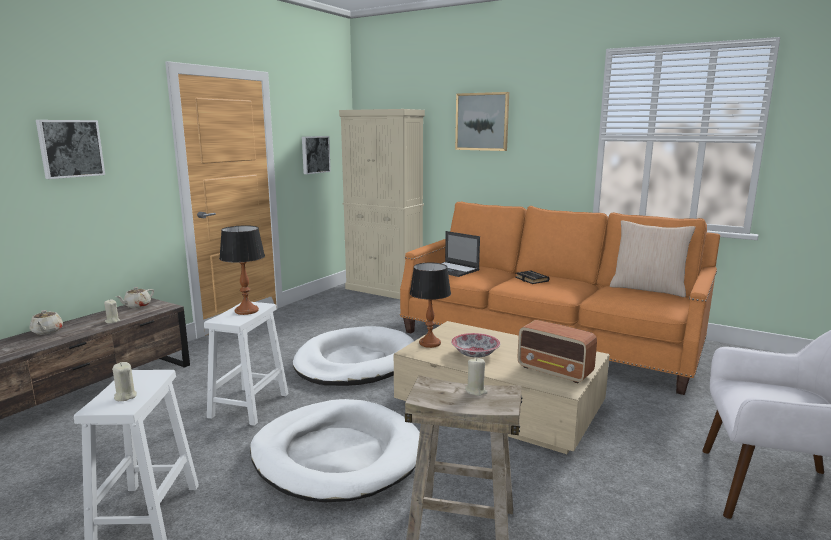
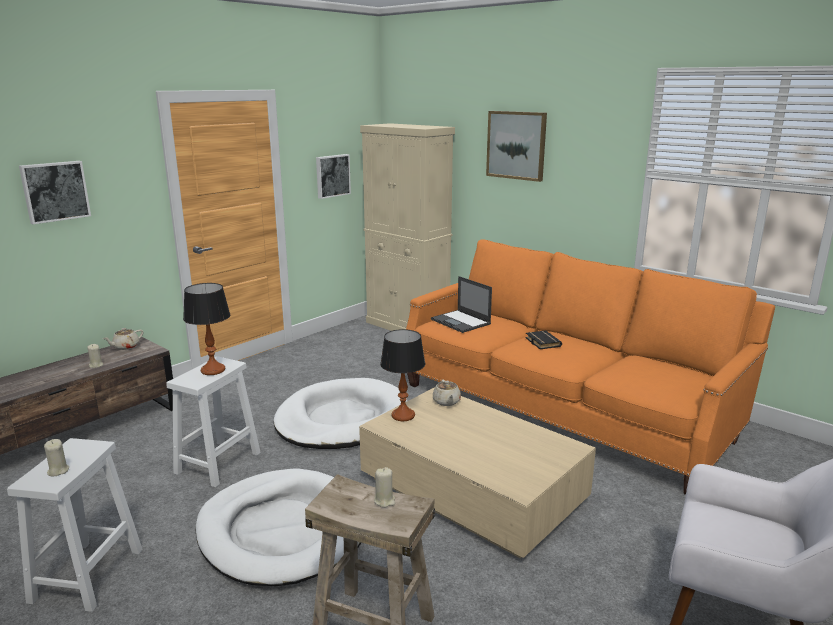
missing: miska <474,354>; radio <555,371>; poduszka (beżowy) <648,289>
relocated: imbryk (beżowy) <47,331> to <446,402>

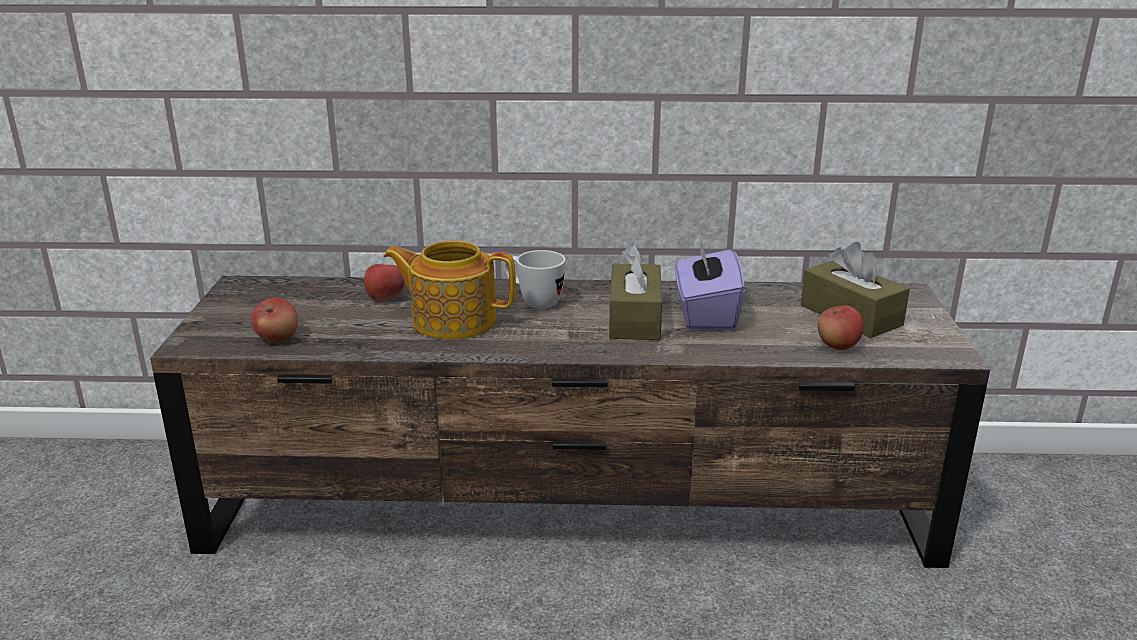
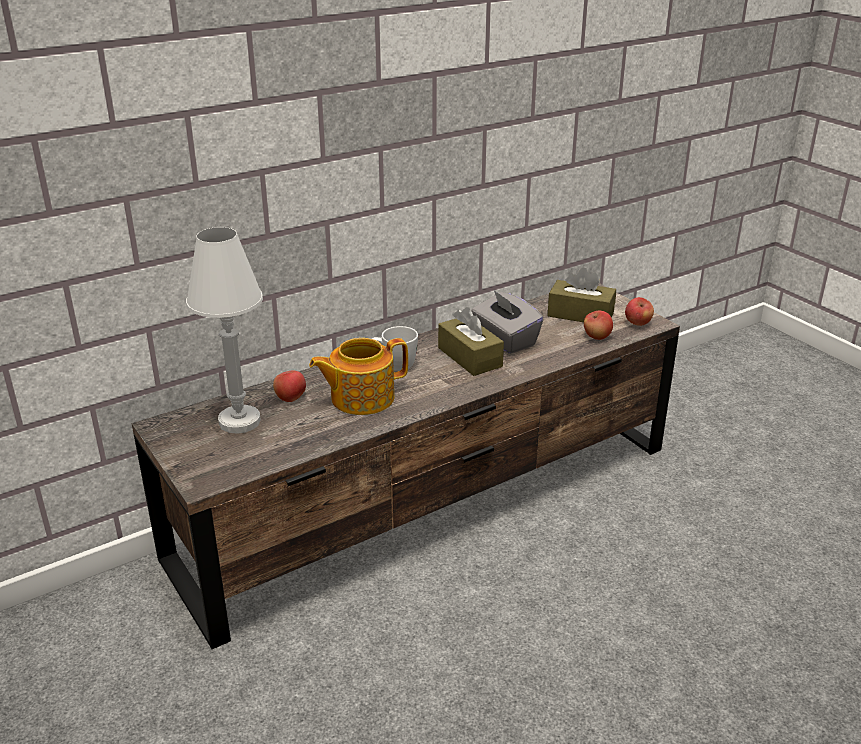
appeared: lampa stołowa (biały) <239,421>
relocated: jabłko <278,339> to <637,323>
colour: pudełko chusteczek (fioletowy) <705,314> to pudełko chusteczek (szary) <505,340>

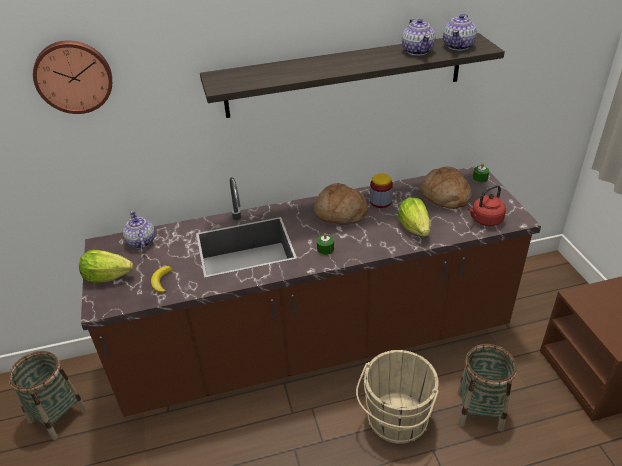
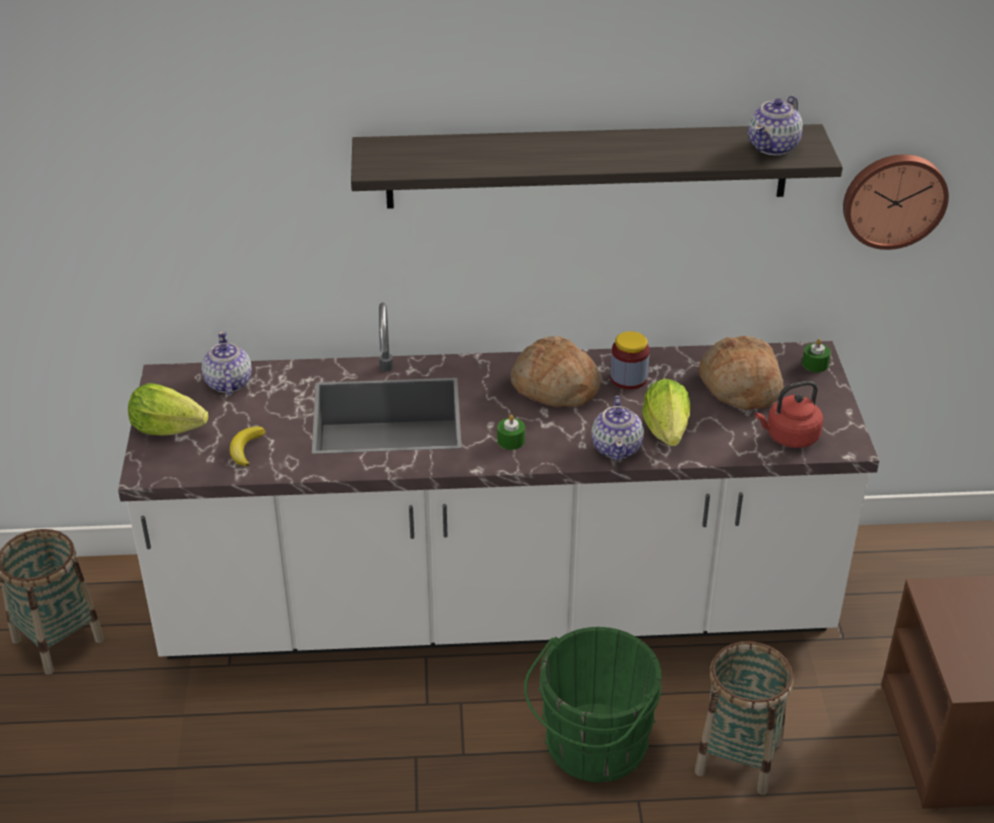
relocated: zegar ścienny <73,76> to <893,199>; imbryk <417,51> to <617,447>
colour: zabudowa kuchenna (brązowy) <316,345> to zabudowa kuchenna (biały) <497,607>; wiadro (beżowy) <395,421> to wiadro (zielony) <591,747>

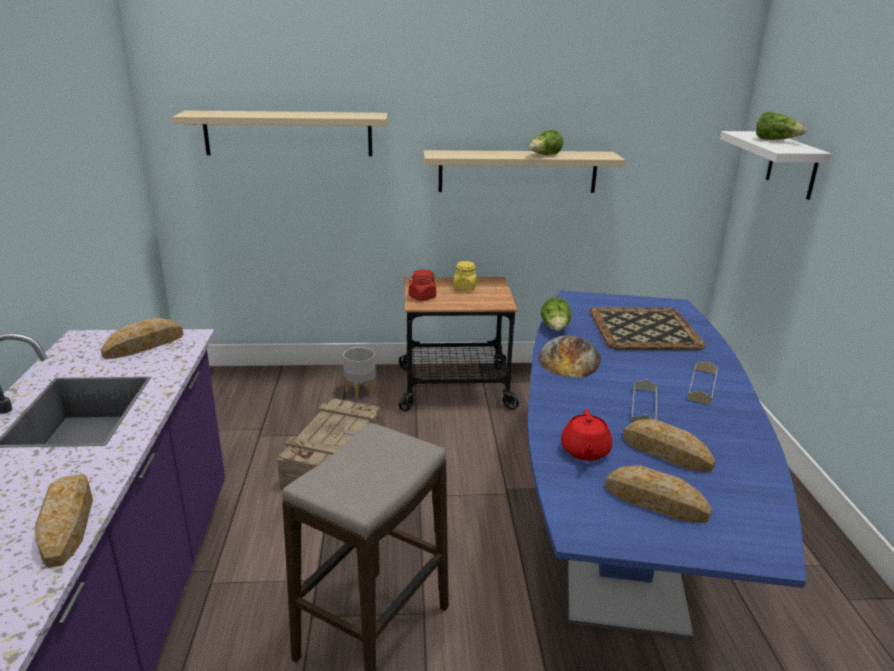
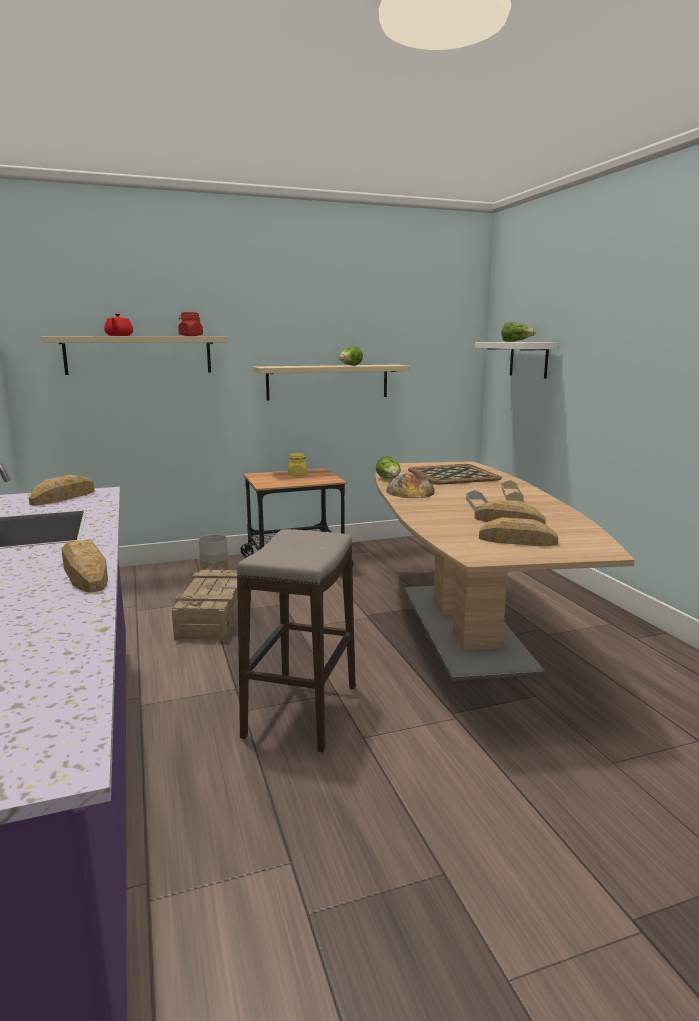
relocated: słoik (czerwony) <422,297> to <190,336>; imbryk (czerwony) <584,451> to <119,336>
colour: stół jadalny (niebieski) <619,532> to stół jadalny (brązowy) <464,627>

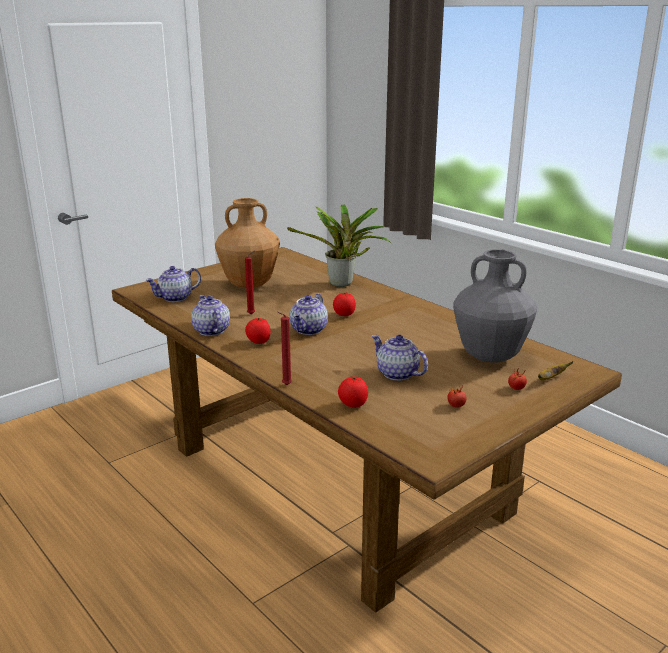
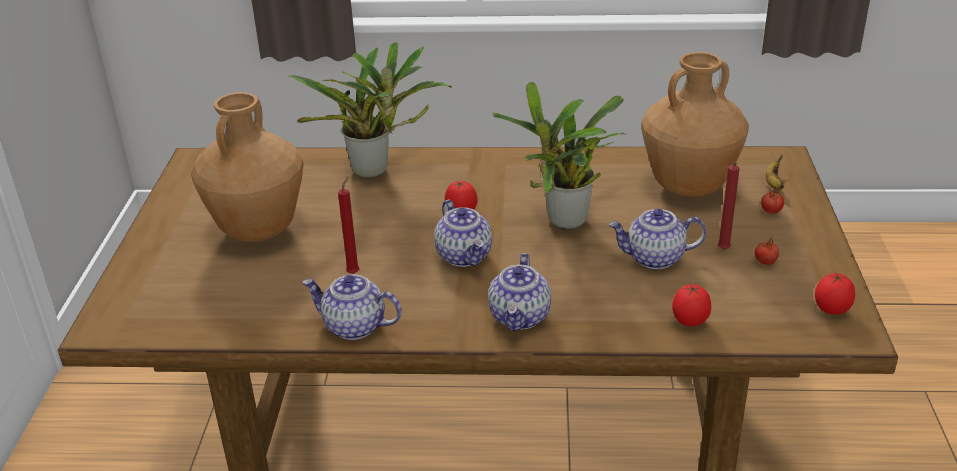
appeared: roślina doniczkowa <563,223>
relocated: imbryk <175,298> to <520,317>; pomidor <258,342> to <831,310>; świeca (czerwony) <285,385> to <723,251>
colour: wazon (szary) <490,357> to wazon (brązowy) <689,187>

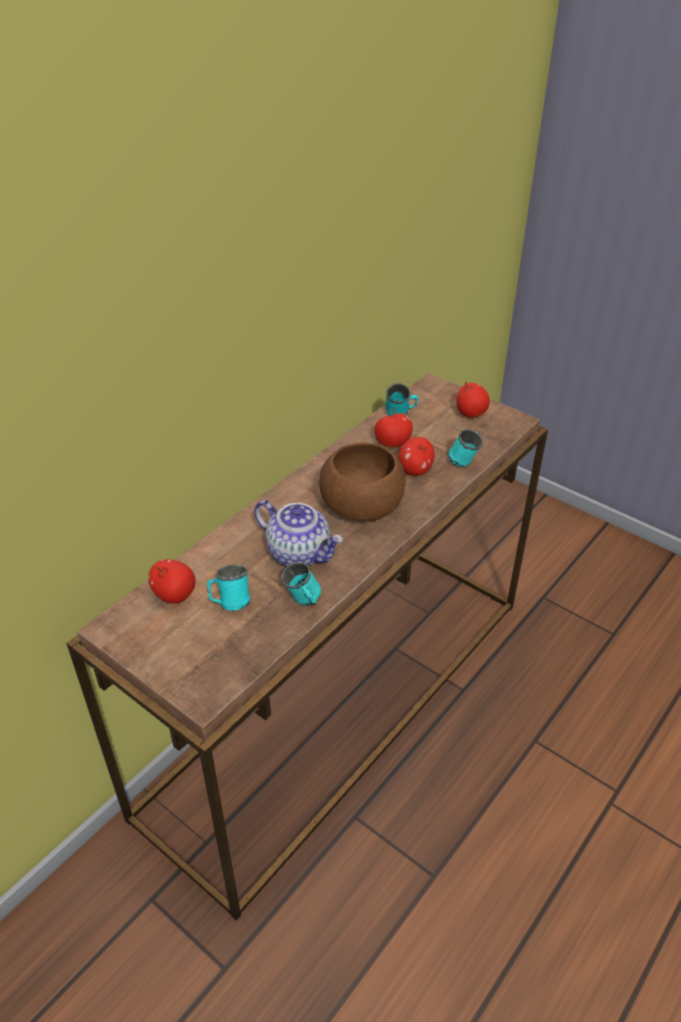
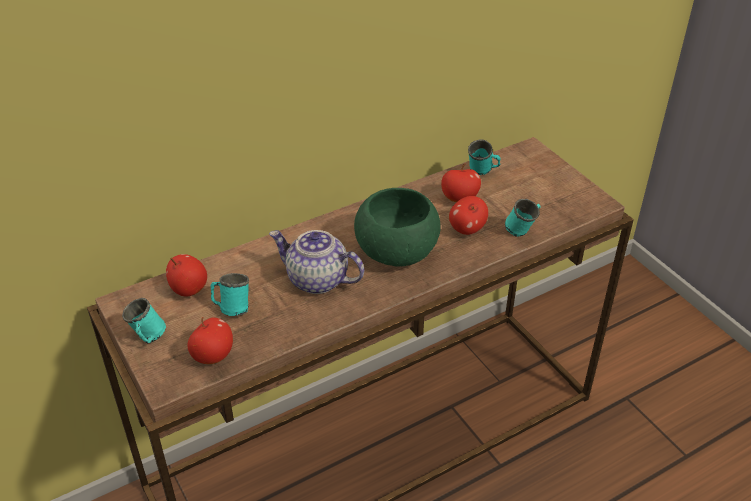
relocated: kubek (turkusowy) <304,602> to <147,339>; jabłko <471,414> to <213,355>
colour: miska (brązowy) <362,507> to miska (zielony) <397,252>
spun: imbryk <300,553> = <316,280> 150 degrees clockwise

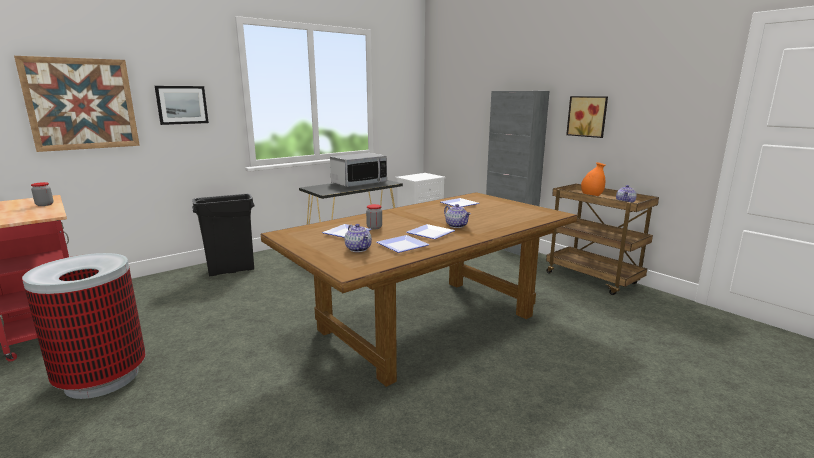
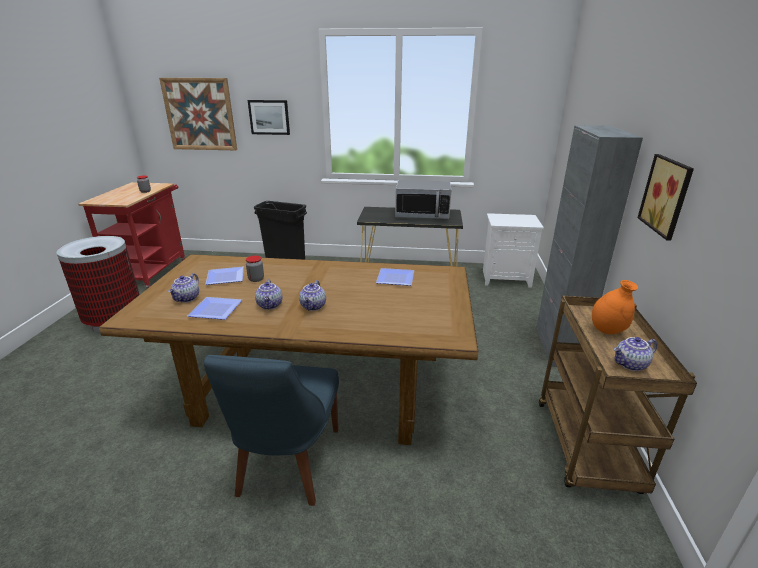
appeared: krzesło (niebieski) <287,465>
exchanged: talerz <430,233> to imbryk <270,305>

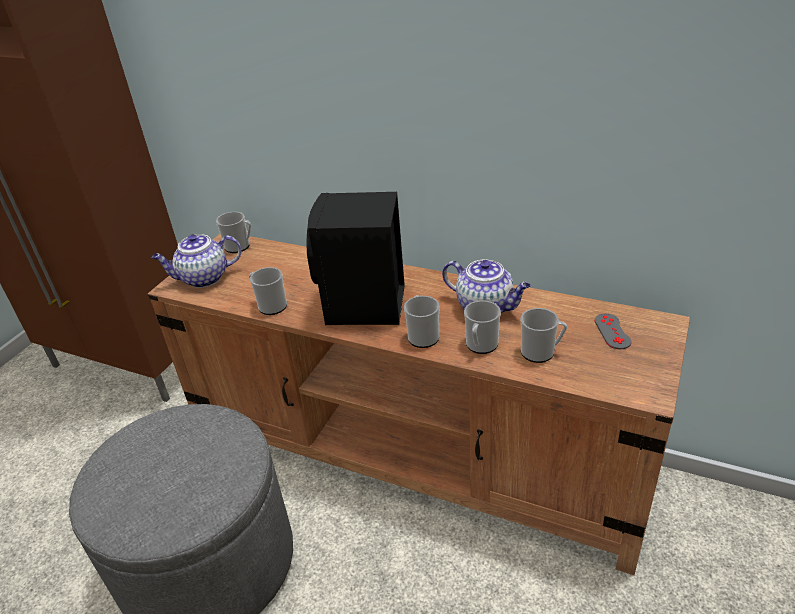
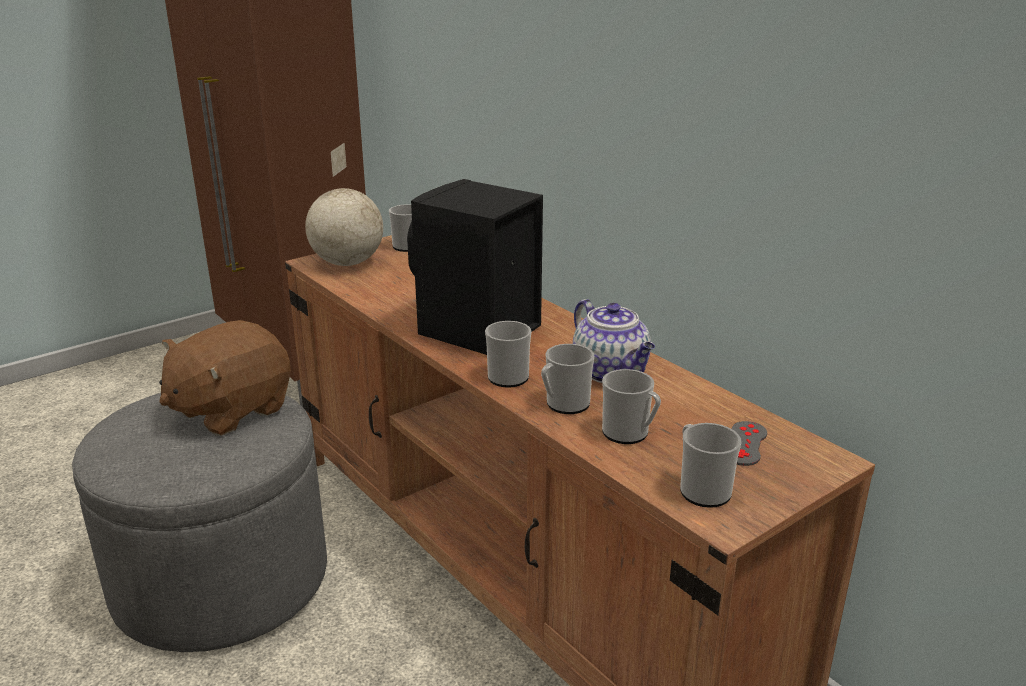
appeared: pluszak (brązowy) <230,410>
relocated: kubek <270,305> to <701,489>
exchanged: imbryk <203,278> to globus <346,263>

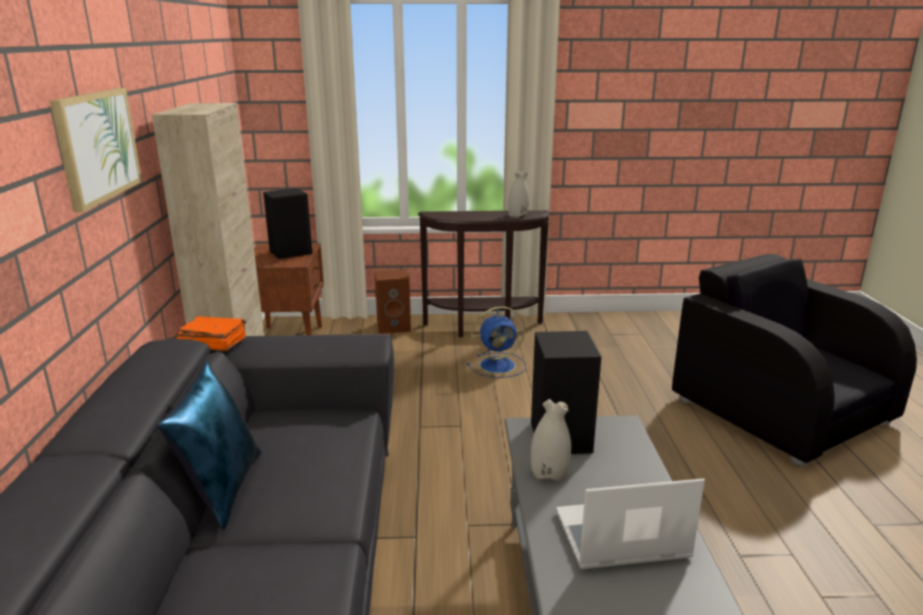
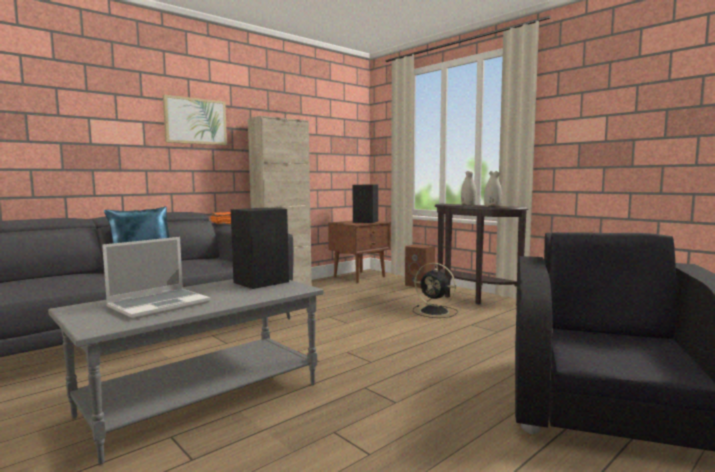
relocated: wazon (biały) <549,473> to <468,205>
colour: wentylator (niebieski) <499,365> to wentylator (czarny) <435,312>
spun: laptop <620,537> = <160,305> 90 degrees clockwise

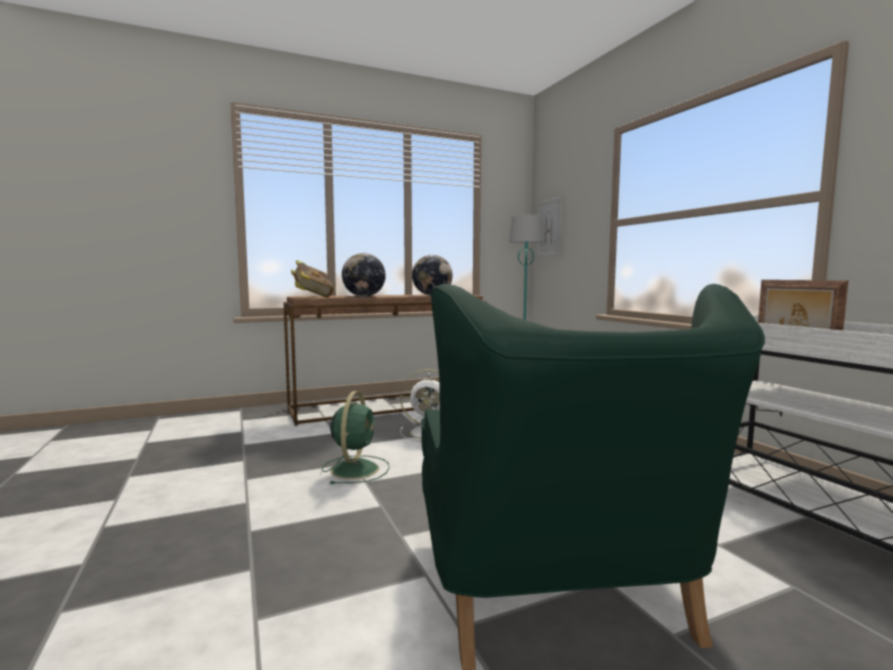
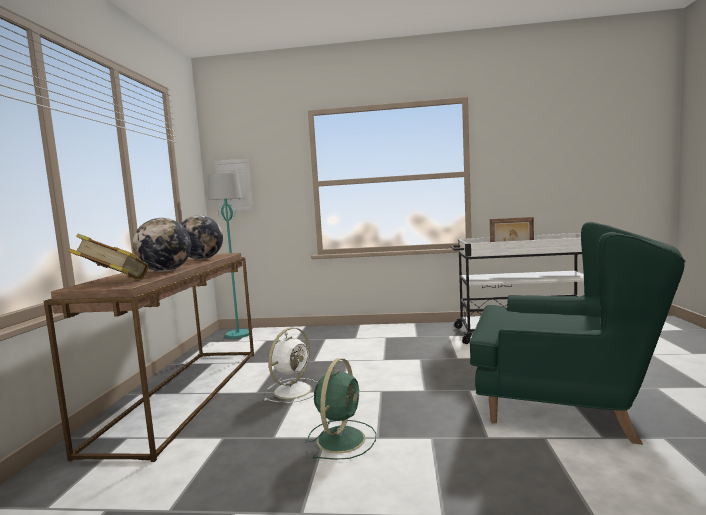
spun: wentylator (zielony) <355,469> = <341,438> 75 degrees clockwise

